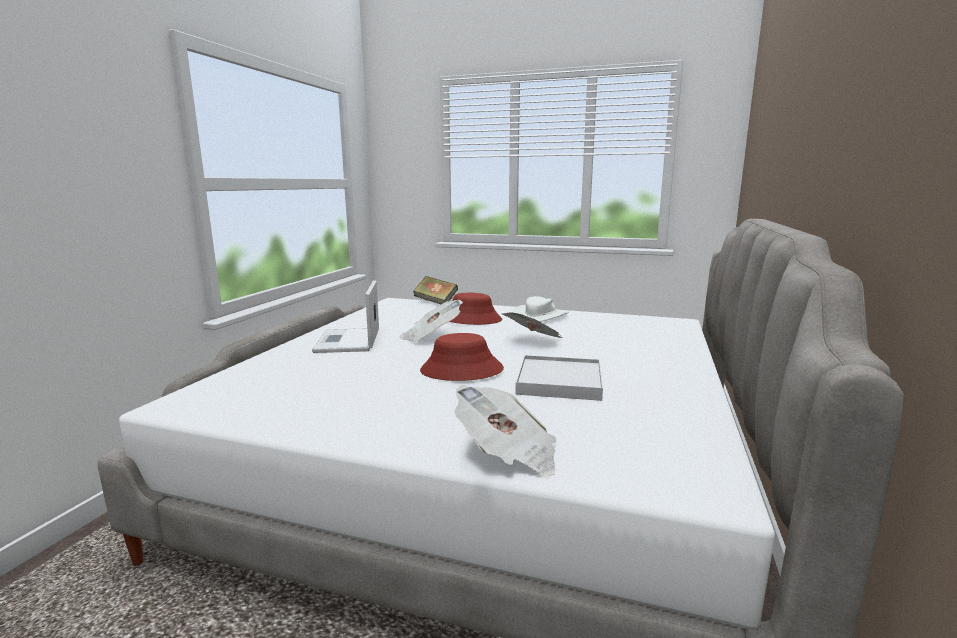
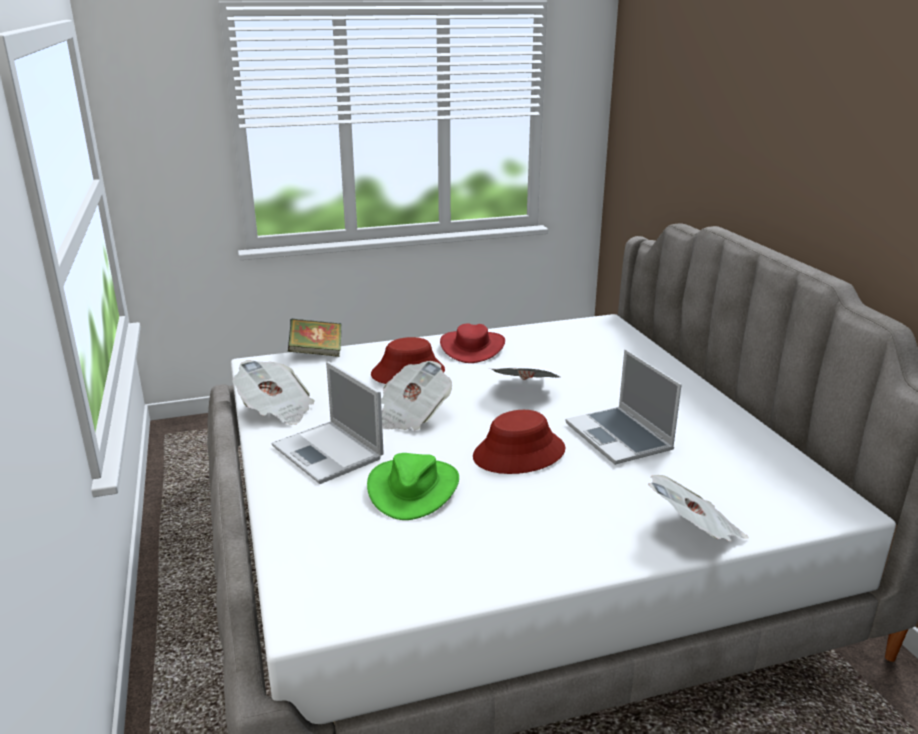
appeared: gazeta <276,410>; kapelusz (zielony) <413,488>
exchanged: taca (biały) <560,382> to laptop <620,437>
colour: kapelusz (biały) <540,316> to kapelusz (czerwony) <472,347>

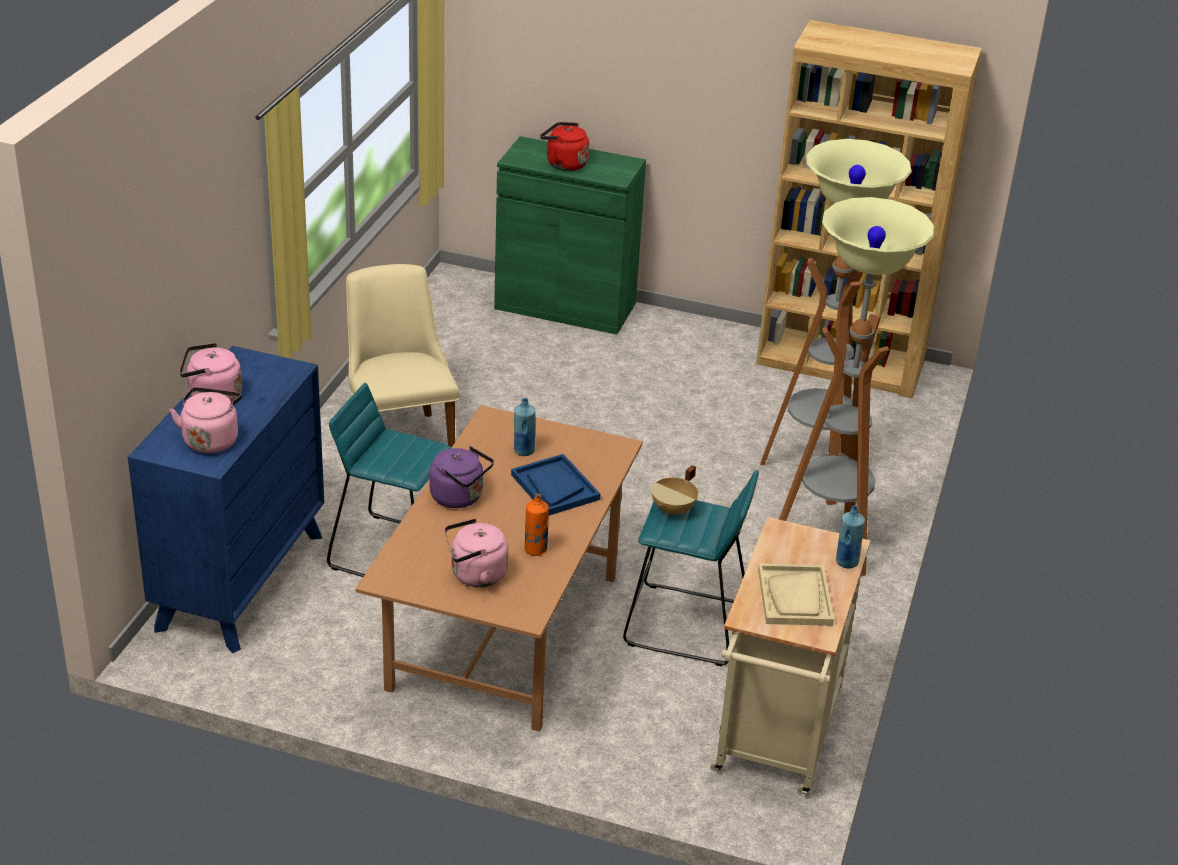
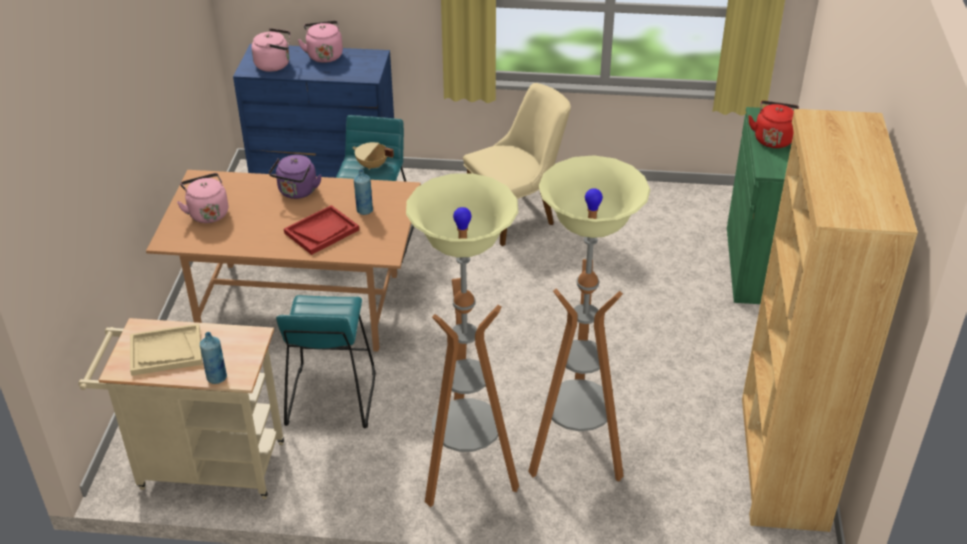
missing: butelka (pomarańczowy) <535,549>
relocated: garnek (beżowy) <674,510> to <372,166>
colour: taca (niebieski) <554,487> to taca (czerwony) <322,231>

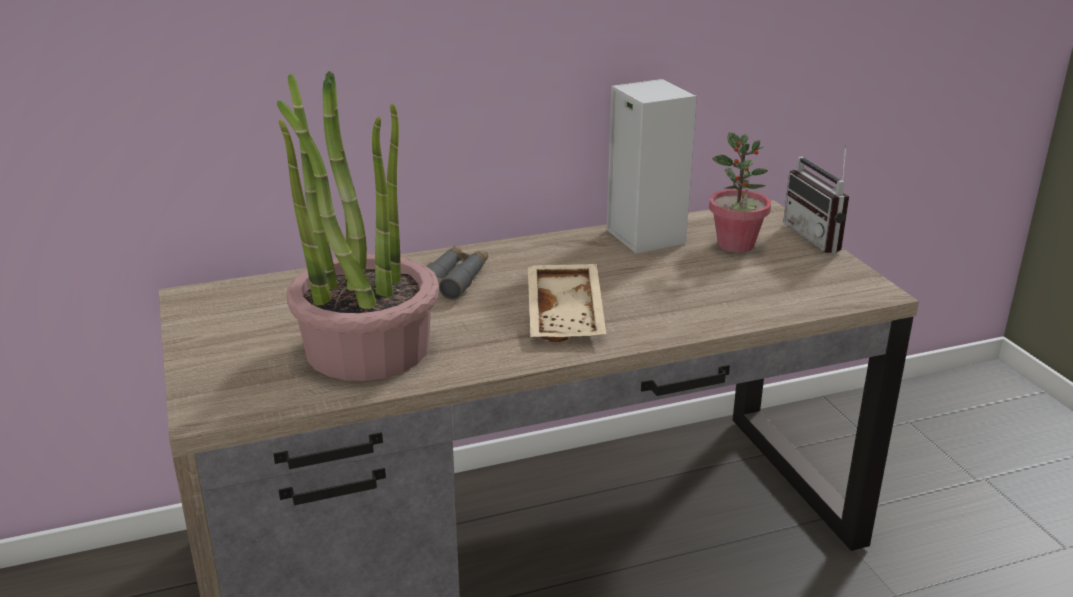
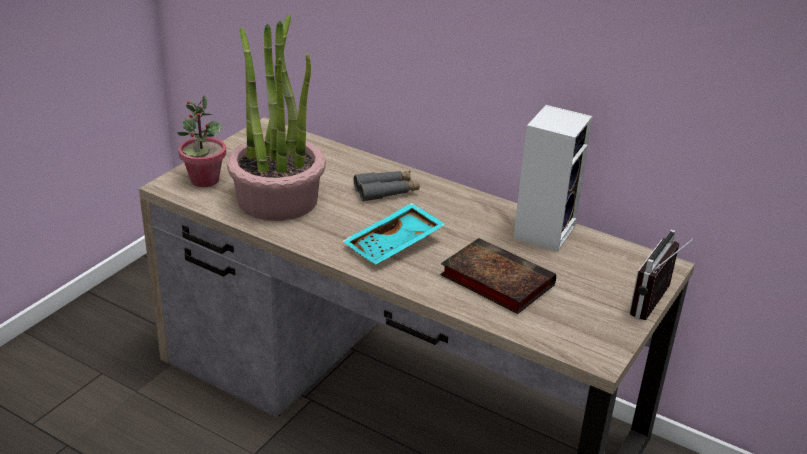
appeared: książka <494,280>
relocated: roślina doniczkowa <736,245> to <204,180>
colour: taca (beżowy) <567,315> to taca (turkusowy) <395,245>

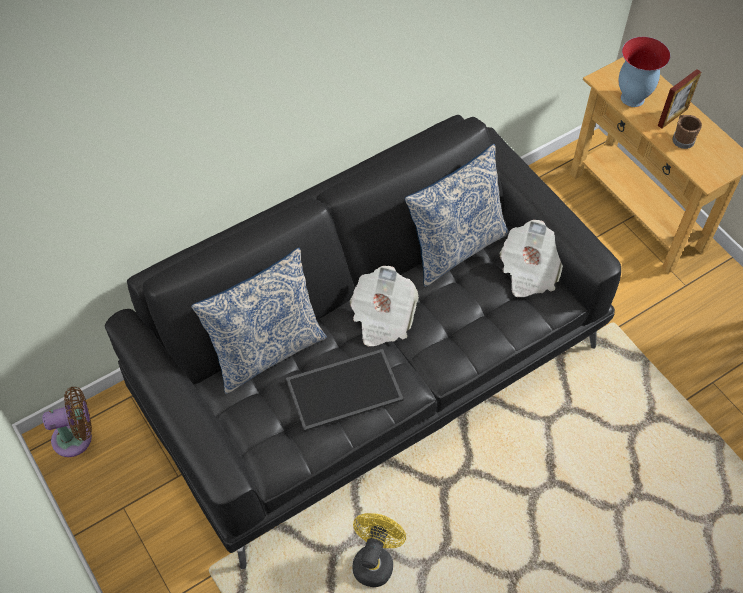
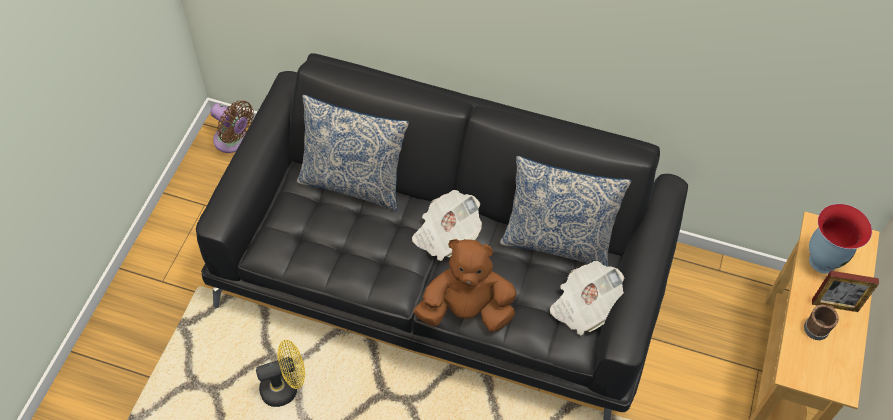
missing: taca <344,388>
appeared: pluszak (brązowy) <466,311>

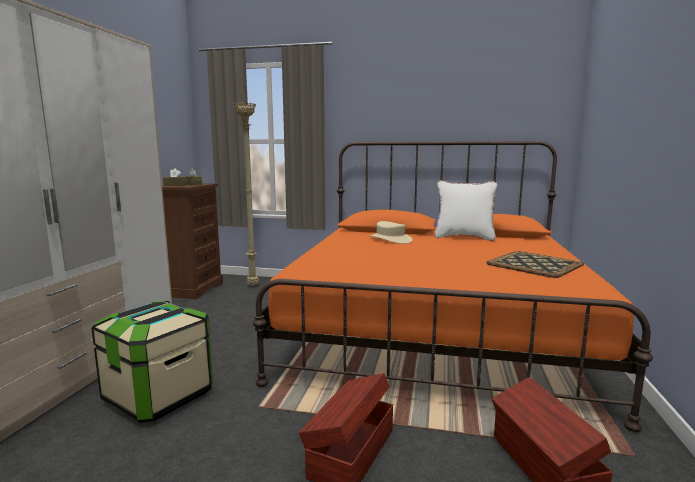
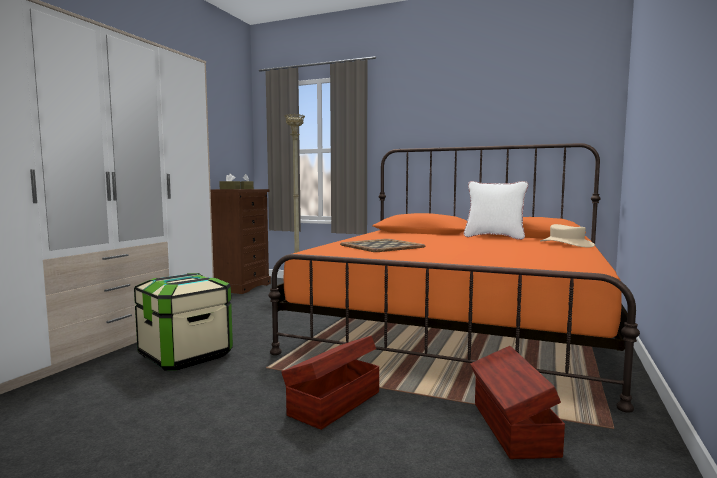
relocated: kapelusz (beżowy) <390,239> to <566,244>; taca <535,264> to <383,246>

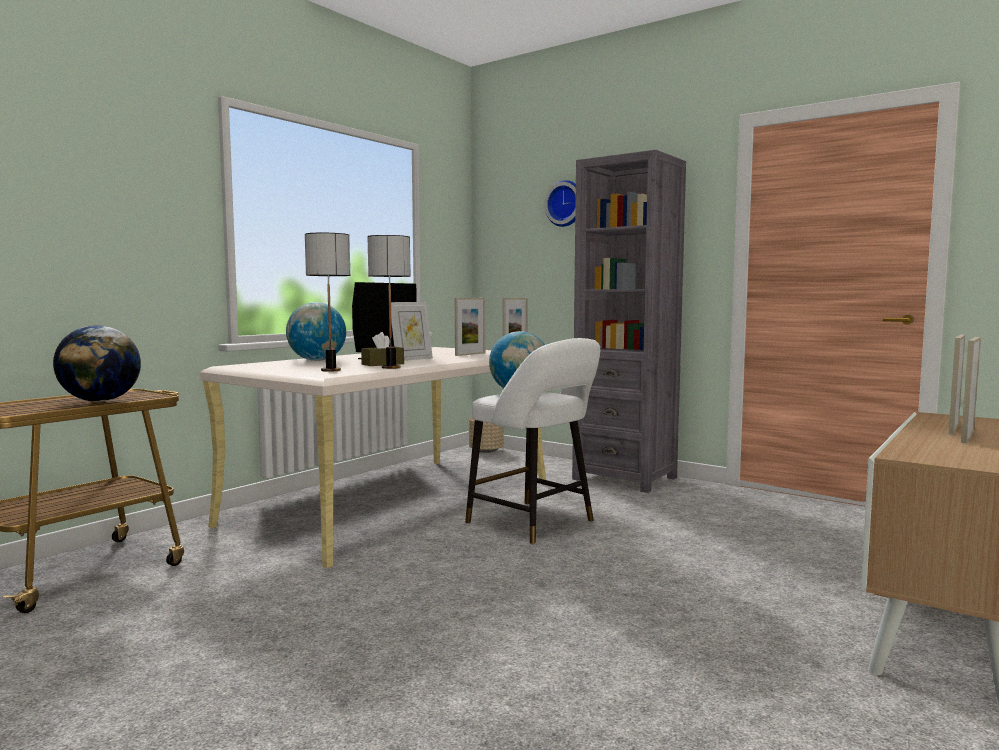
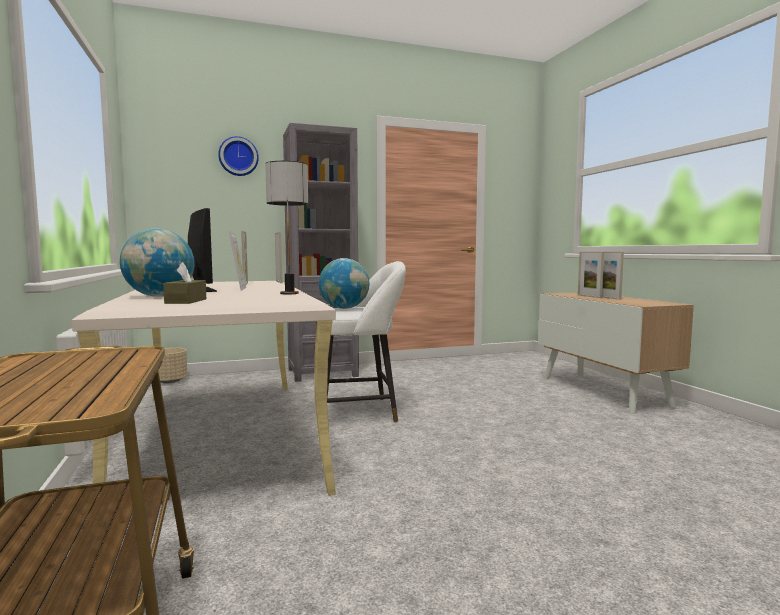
missing: globus <100,401>; lampa stołowa <330,370>
relocated: pudełko chusteczek (brązowy) <382,364> to <186,301>

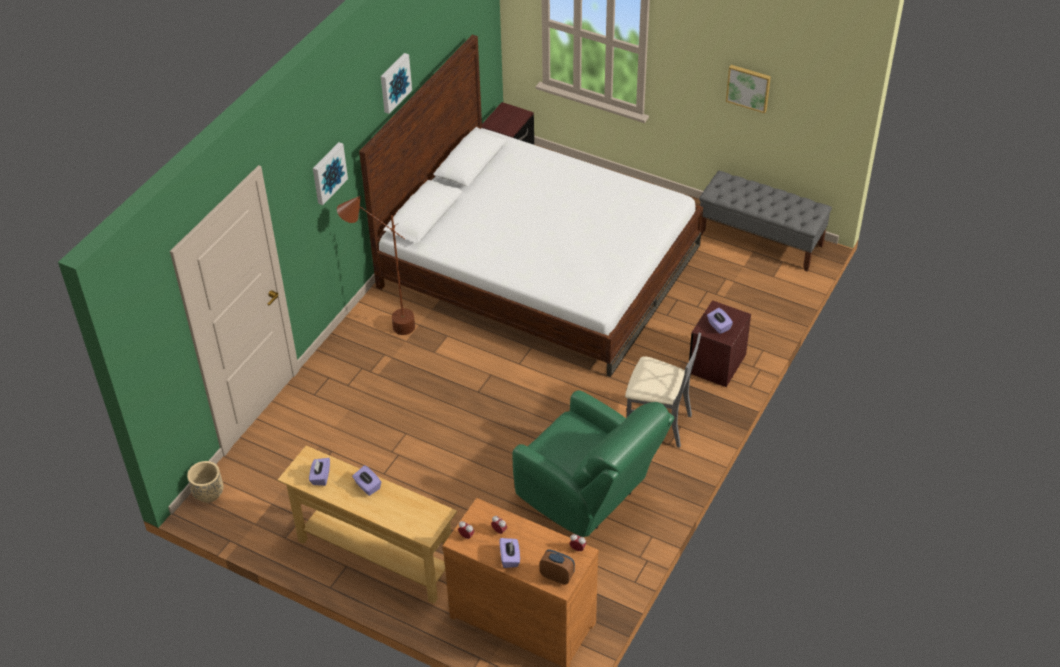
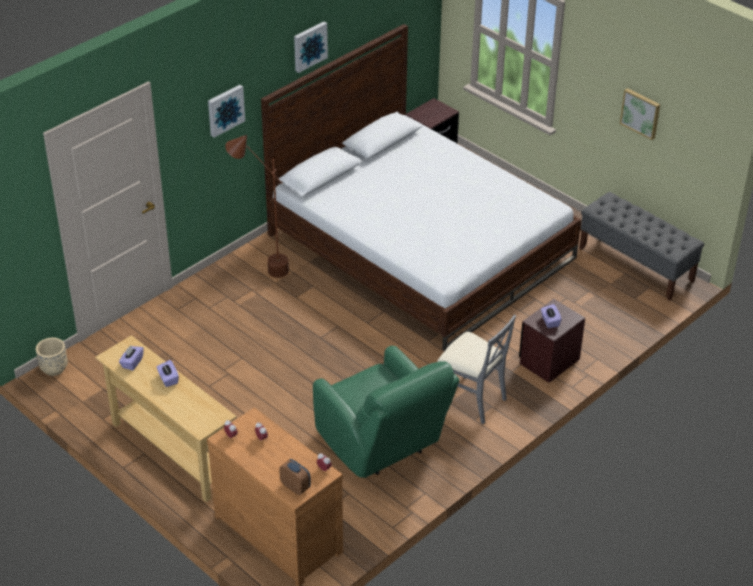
missing: pudełko chusteczek (fioletowy) <510,558>

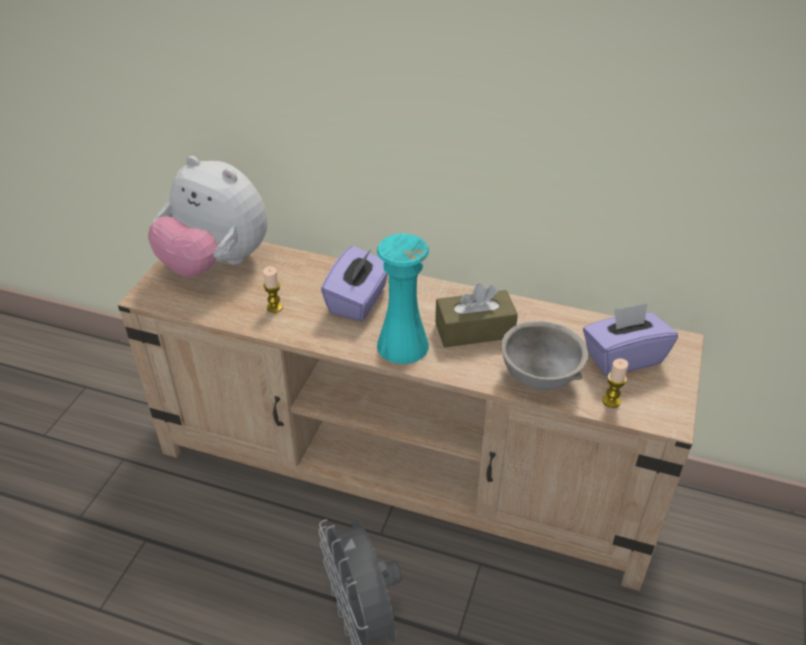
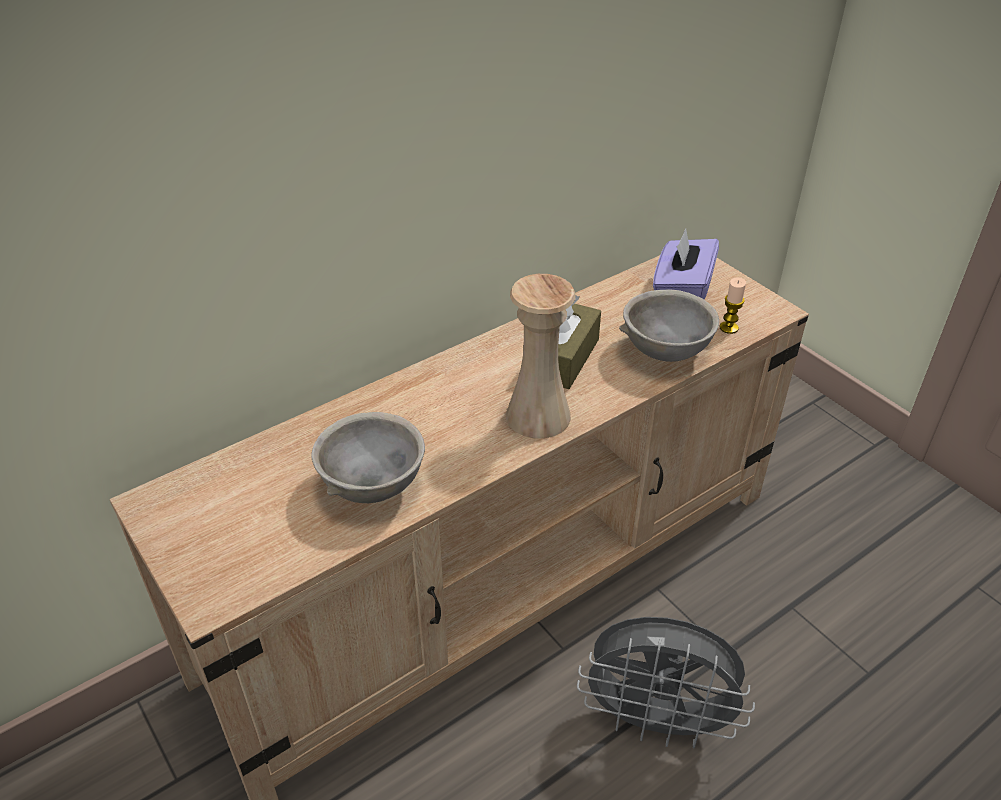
missing: pluszak <216,264>; pudełko chusteczek (fioletowy) <358,301>
exchanged: świeca <274,307> to miska (szary) <371,486>
colour: wazon (turkusowy) <402,345> to wazon (beżowy) <538,416>

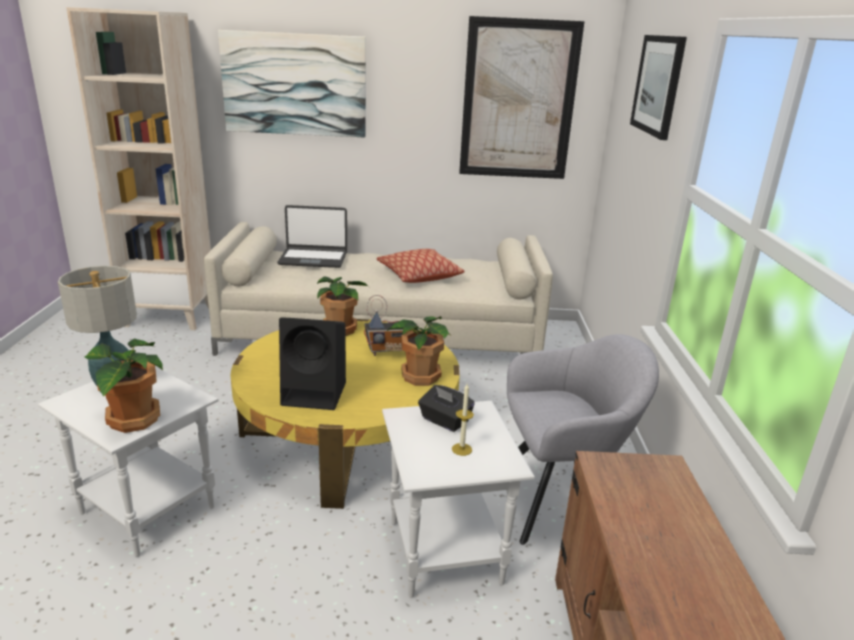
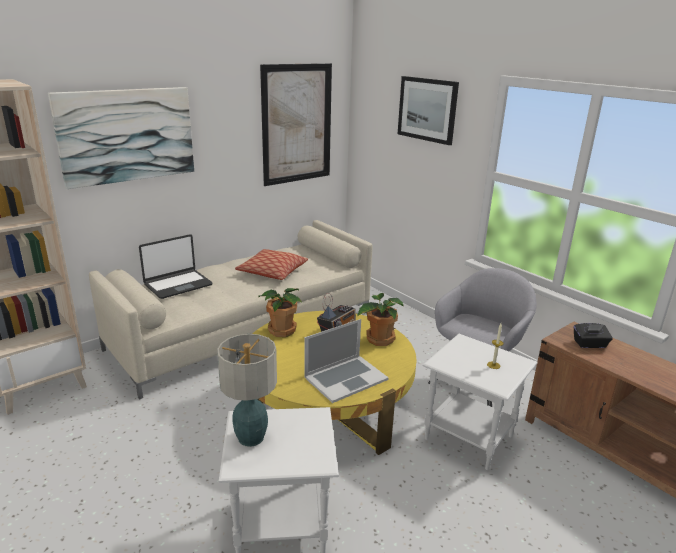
missing: roślina doniczkowa <132,420>
relocated: pudełko chusteczek (czarny) <444,421> to <590,344>
exchanged: głośnik (czarny) <316,394> to laptop <345,378>

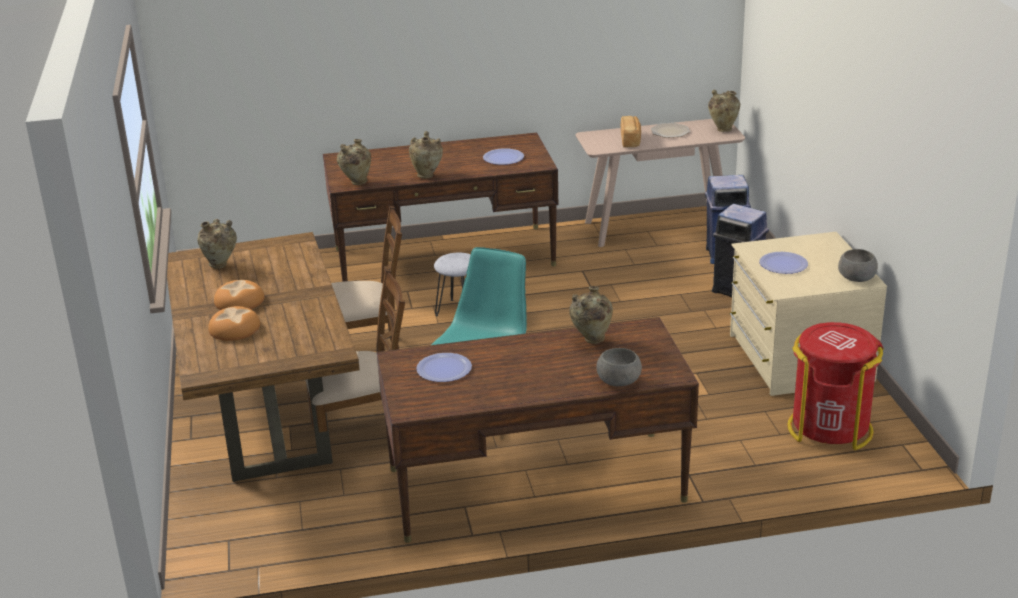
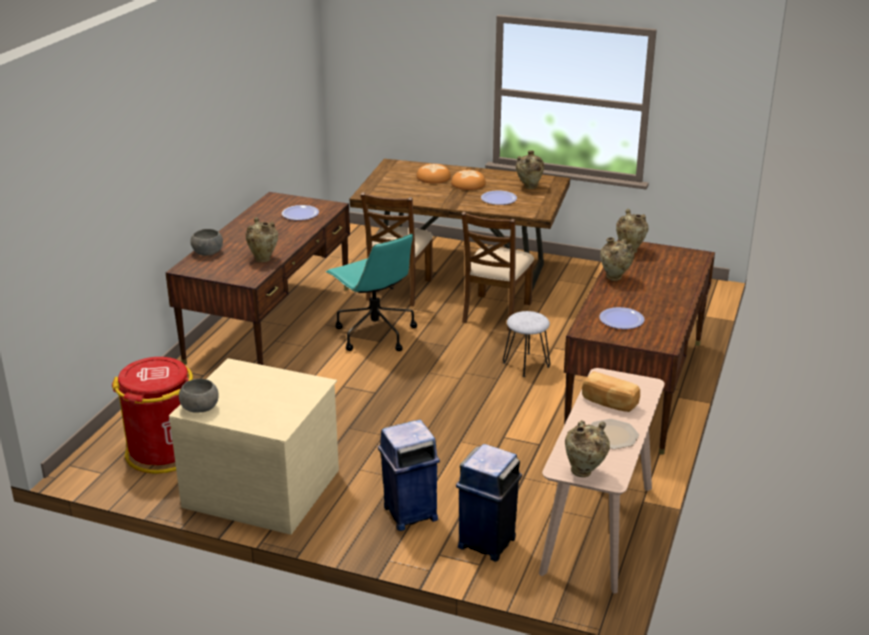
relocated: talerz <783,264> to <499,199>

